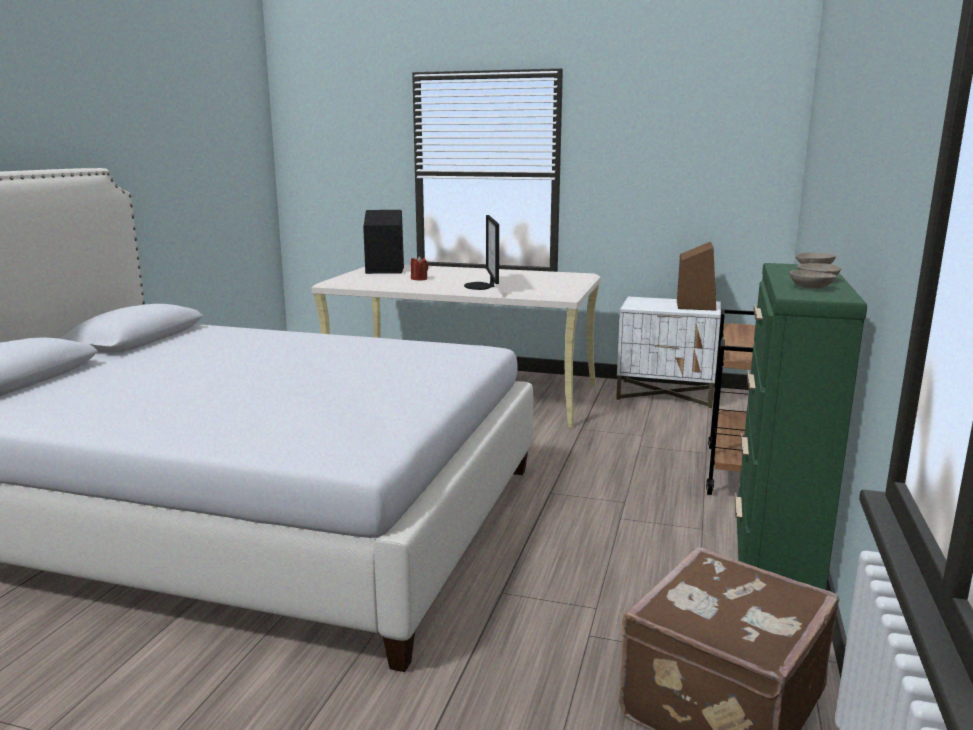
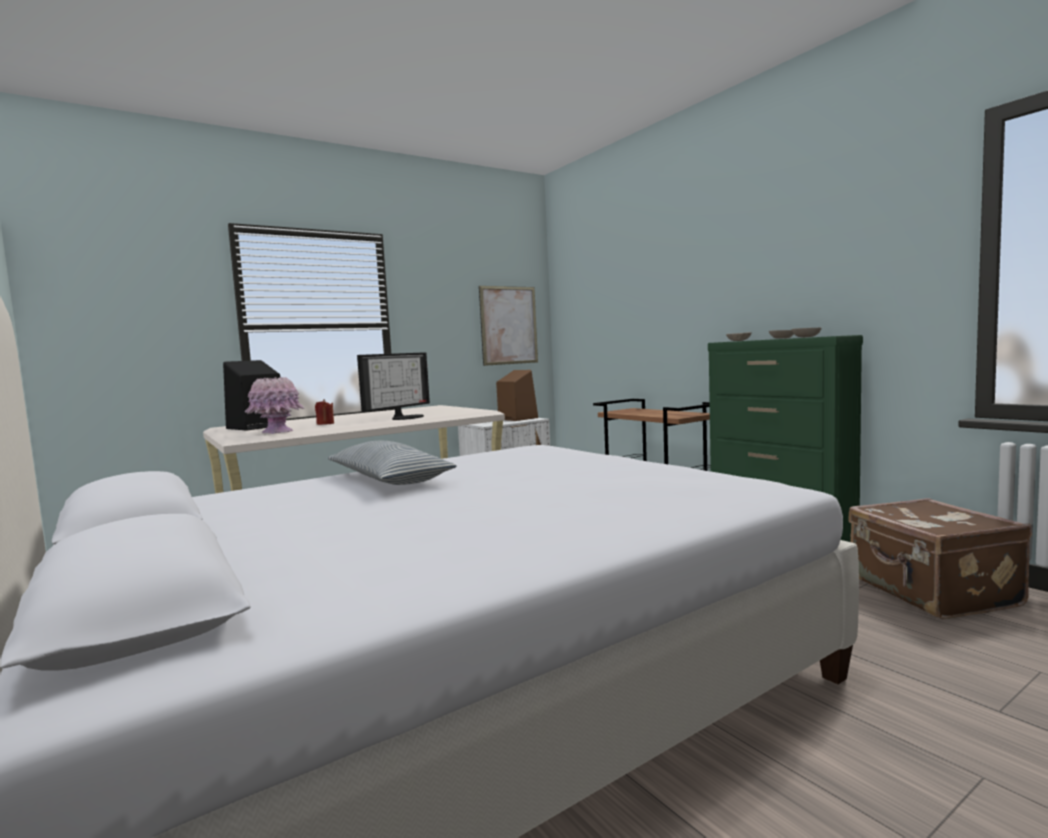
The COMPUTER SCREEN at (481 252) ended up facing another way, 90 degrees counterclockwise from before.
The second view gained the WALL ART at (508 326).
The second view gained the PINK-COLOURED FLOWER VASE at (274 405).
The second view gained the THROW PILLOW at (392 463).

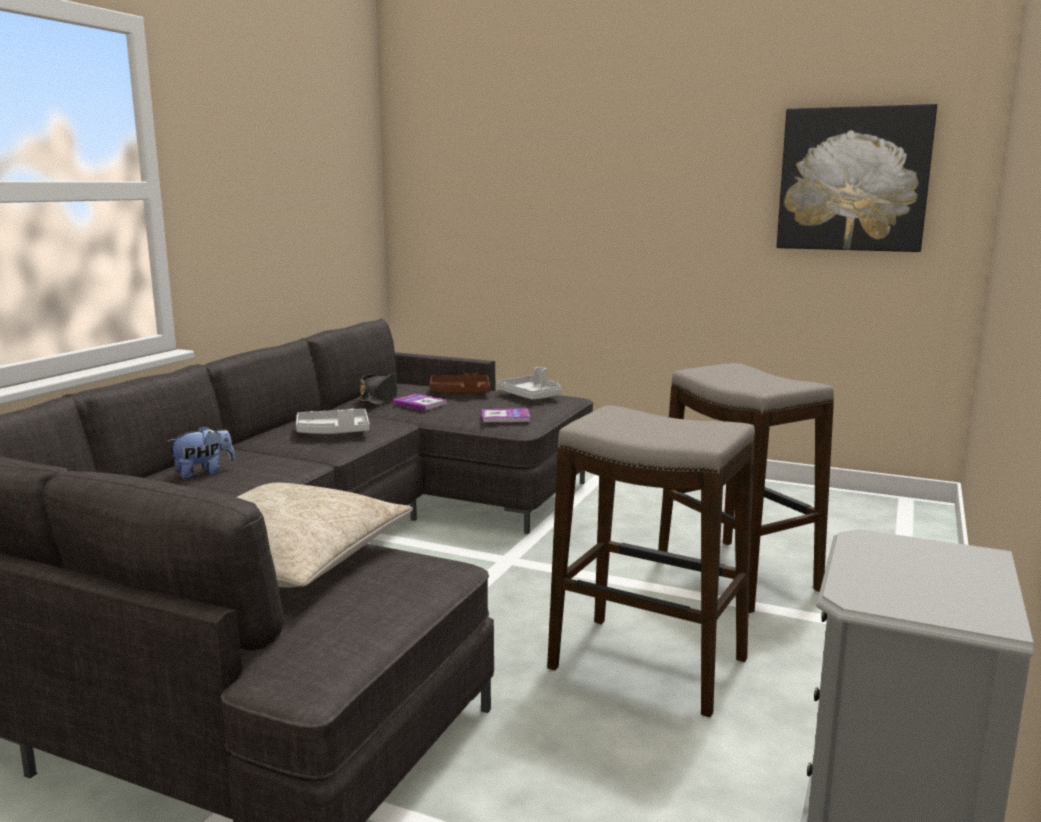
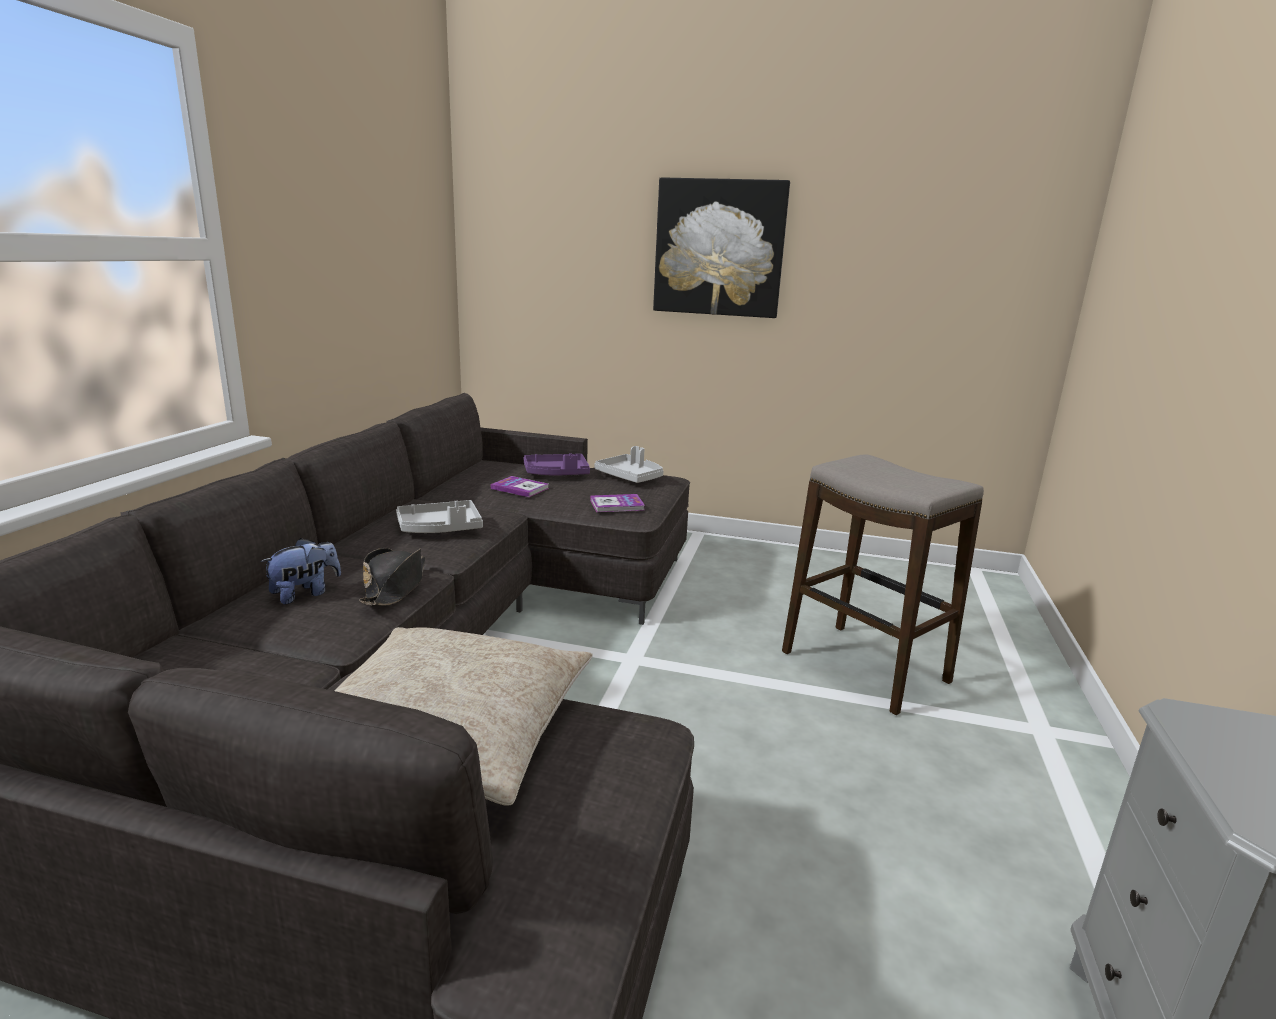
The WALL ART ended up elsewhere, having gone from (856 178) to (721 247).
The BLACK-COLOURED CLOTHING HAT ended up elsewhere, having gone from (379 388) to (392 577).
What was the BROWN SERVING TRAY at (460 383) turned into the PURPLE SERVING TRAY at (557 464).
The second view lost the STOOL at (651 561).

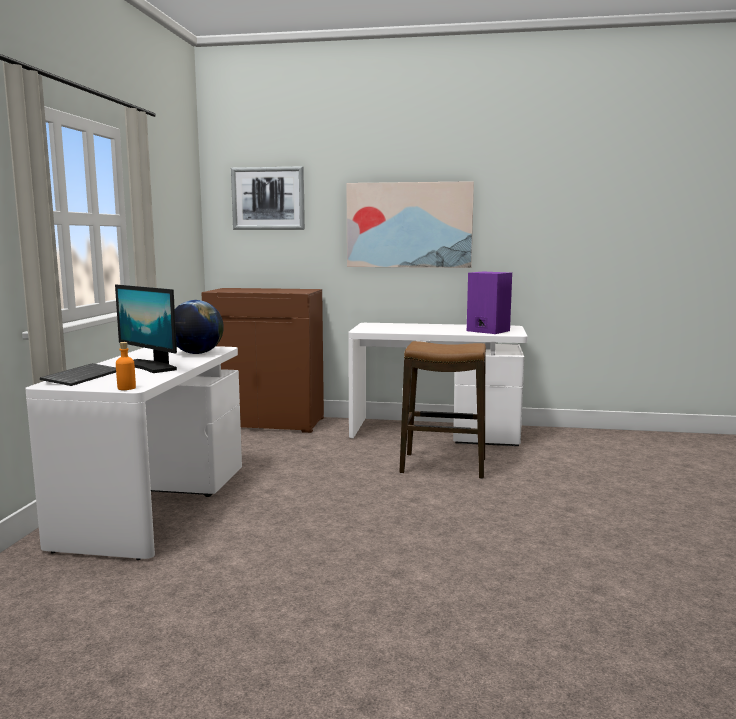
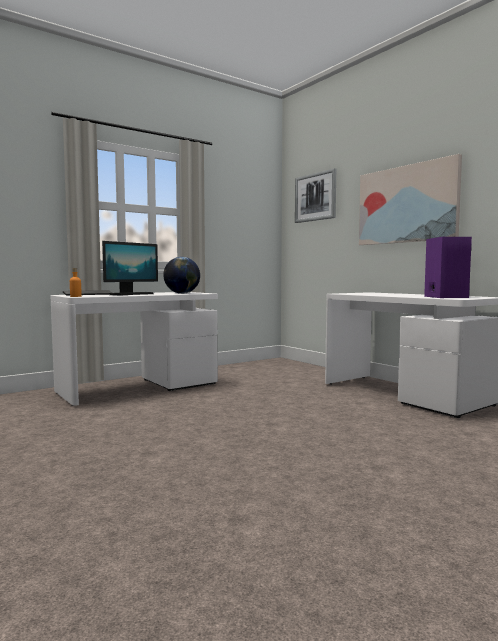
The COMPUTER SCREEN at (146 328) ended up facing another way, 135 degrees counterclockwise from before.
The second view lost the BROWN CABINET at (262 360).
The second view lost the STOOL at (442 410).

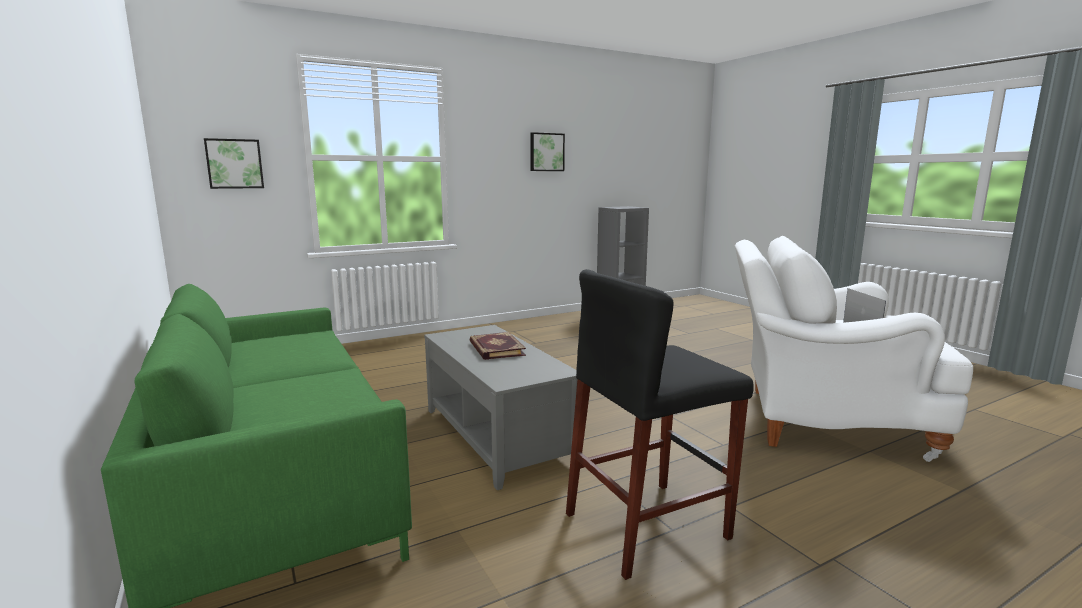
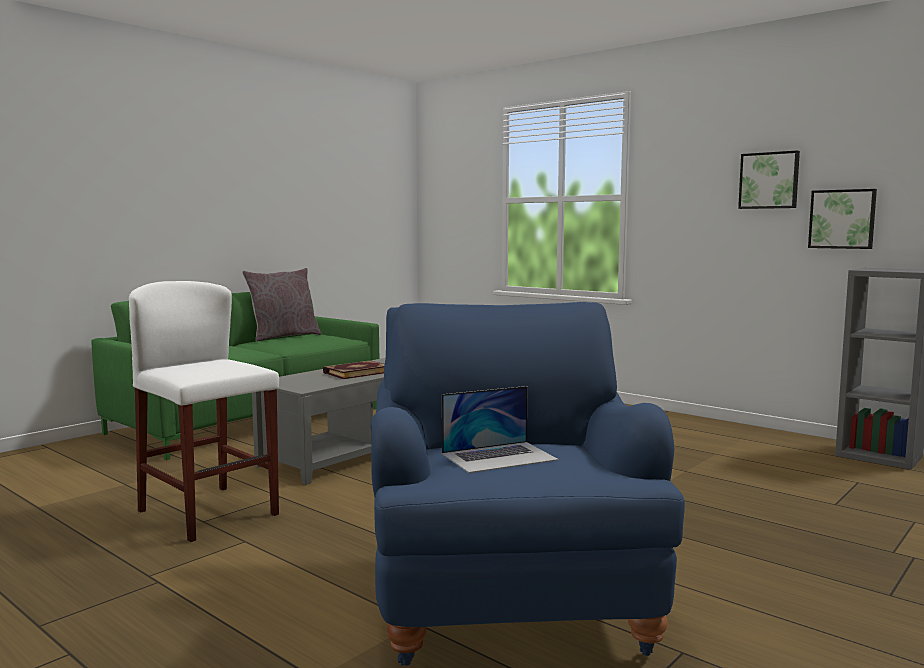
The WALL ART ended up elsewhere, having gone from (234 163) to (842 219).
What was the WHITISH LOUNGE CHAIR at (854 349) turned into the BLUISH LOUNGE CHAIR at (527 484).
What was the BLACK-COLOURED STOOL at (660 424) turned into the WHITISH STOOL at (204 411).
The second view gained the GREYISH THROW PILLOW at (281 305).

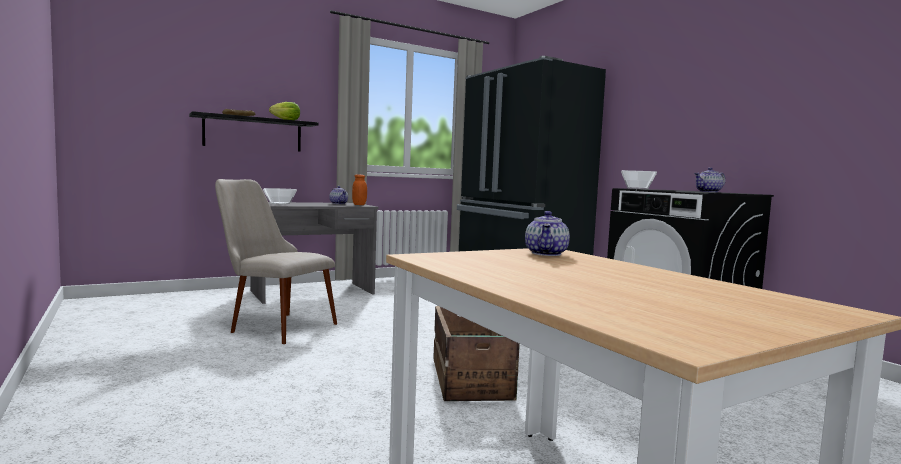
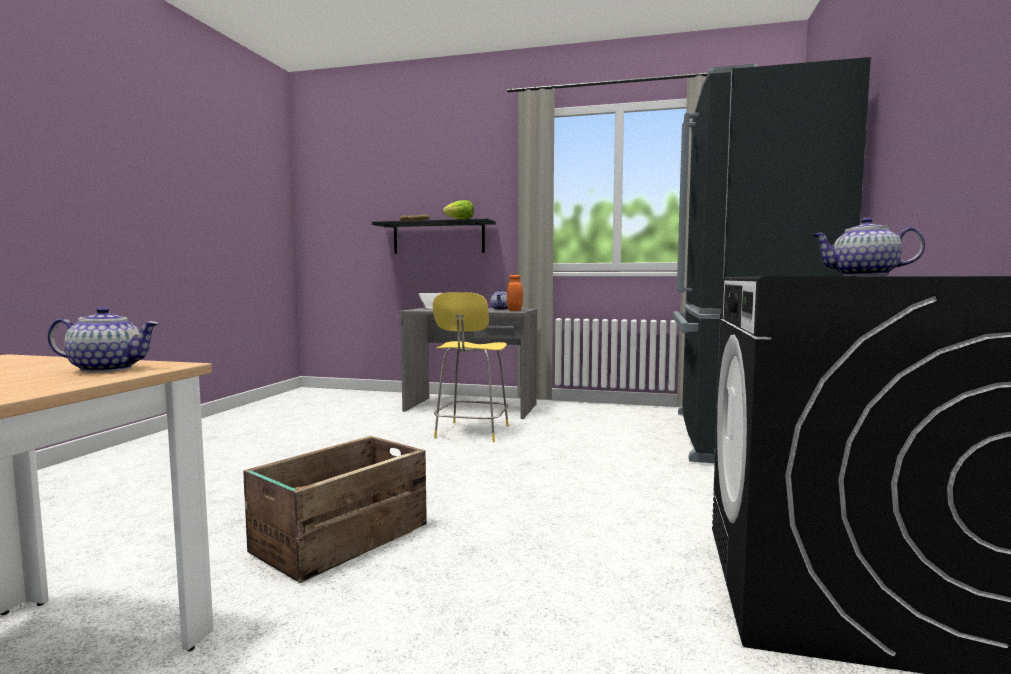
The second view lost the DEEP DISH at (639 179).
The second view lost the BEIGE-COLOURED CHAIR at (276 261).
The TEAPOT at (547 233) ended up facing another way, 150 degrees counterclockwise from before.
The second view gained the YELLOW STOOL at (471 367).

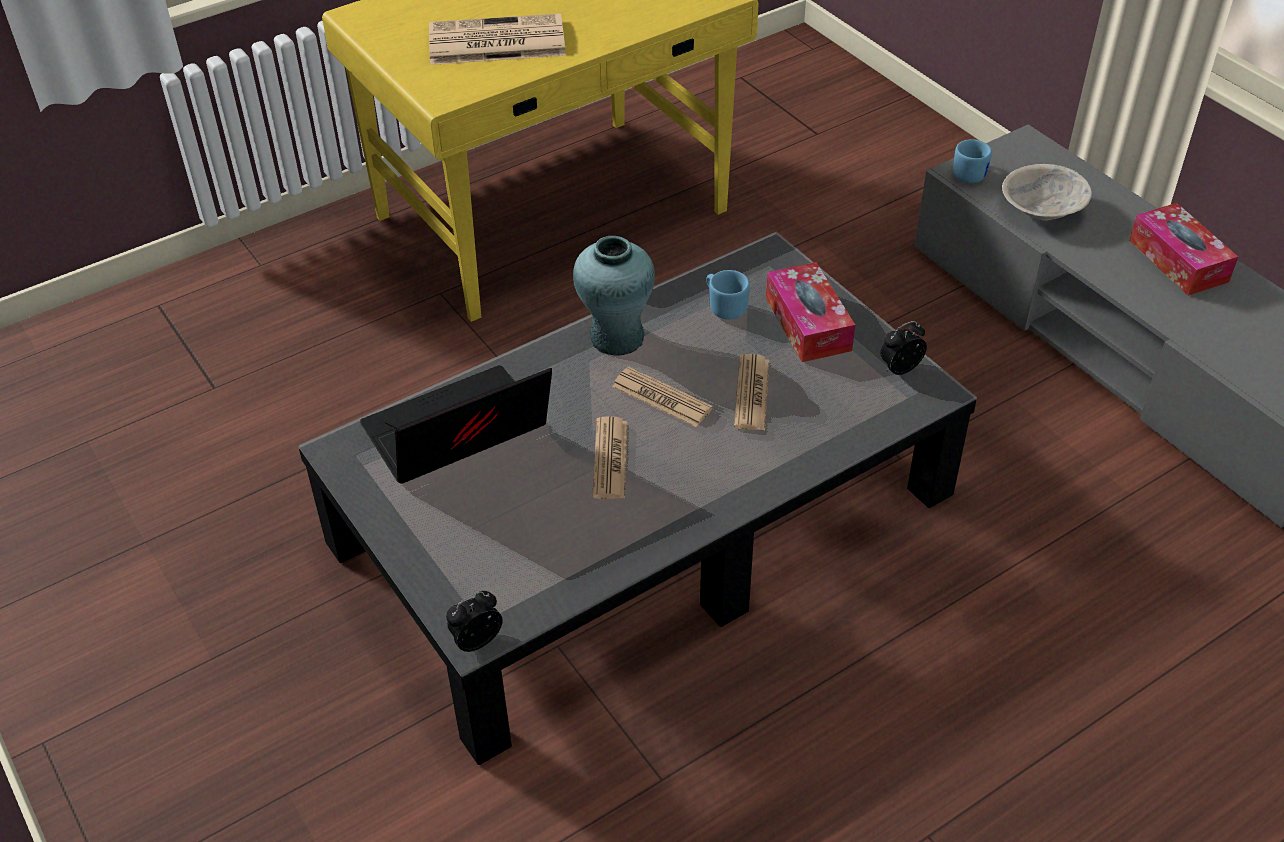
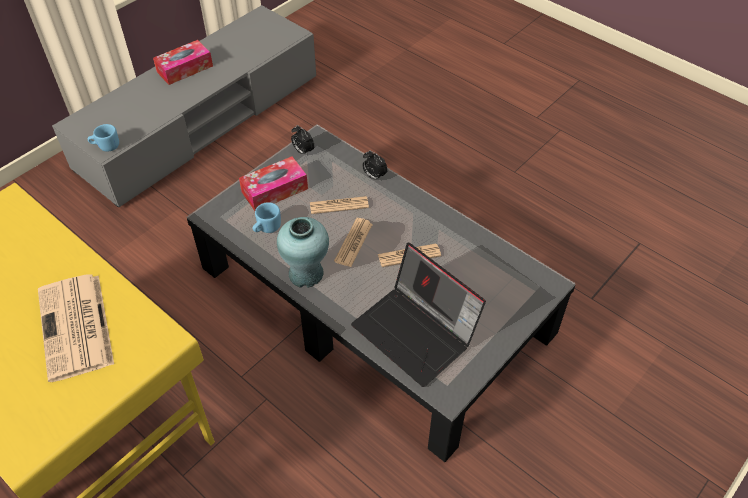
The second view lost the BEIGE-COLOURED DEEP DISH at (1047 192).
The BEDSIDE CLOCK ended up elsewhere, having gone from (474 621) to (375 165).

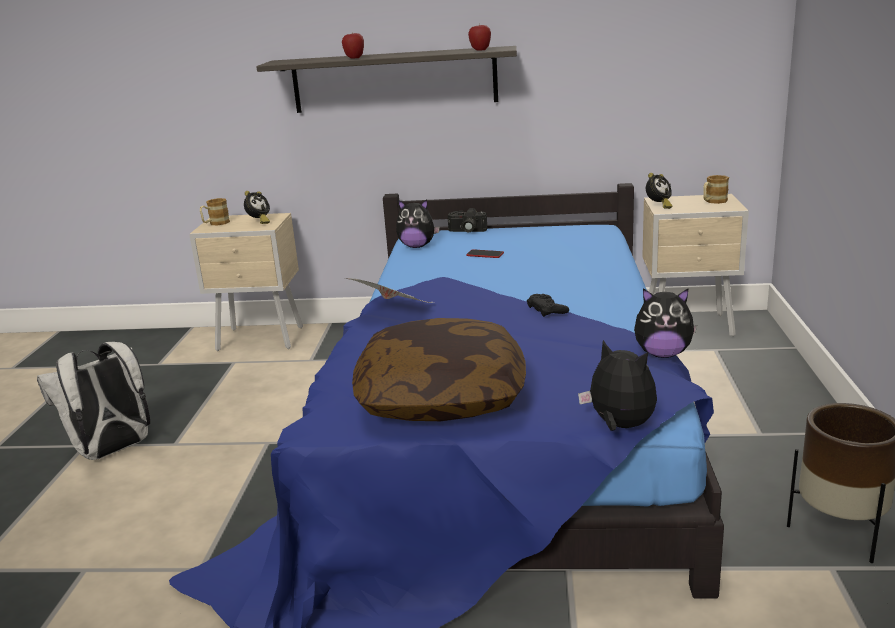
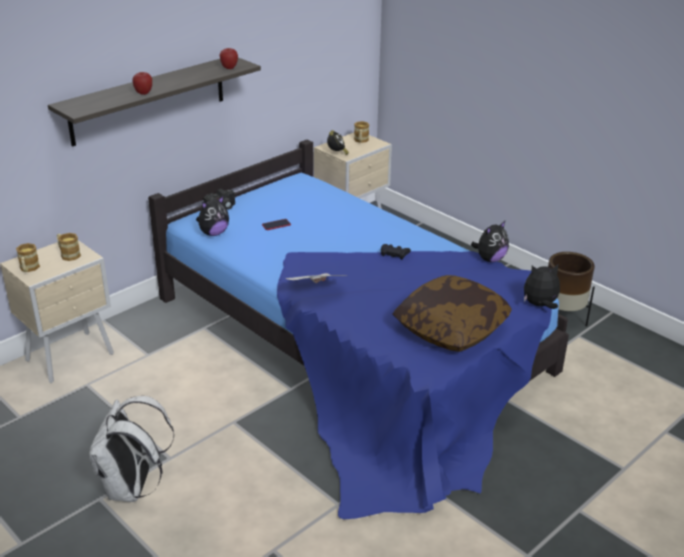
Where the BEDSIDE CLOCK stood at (257 207), the TEA MUG came to stand at (69 247).

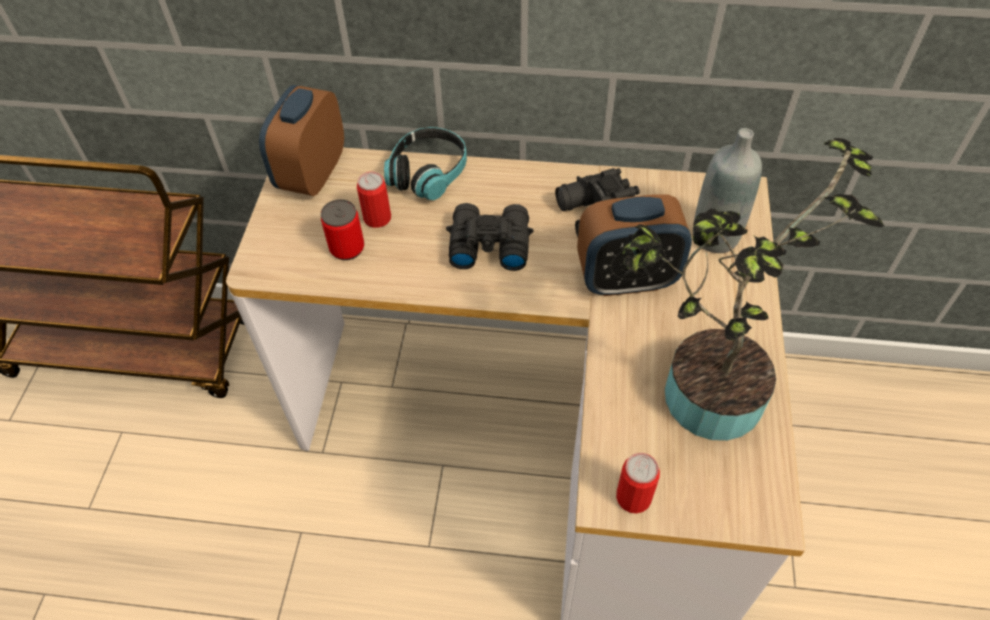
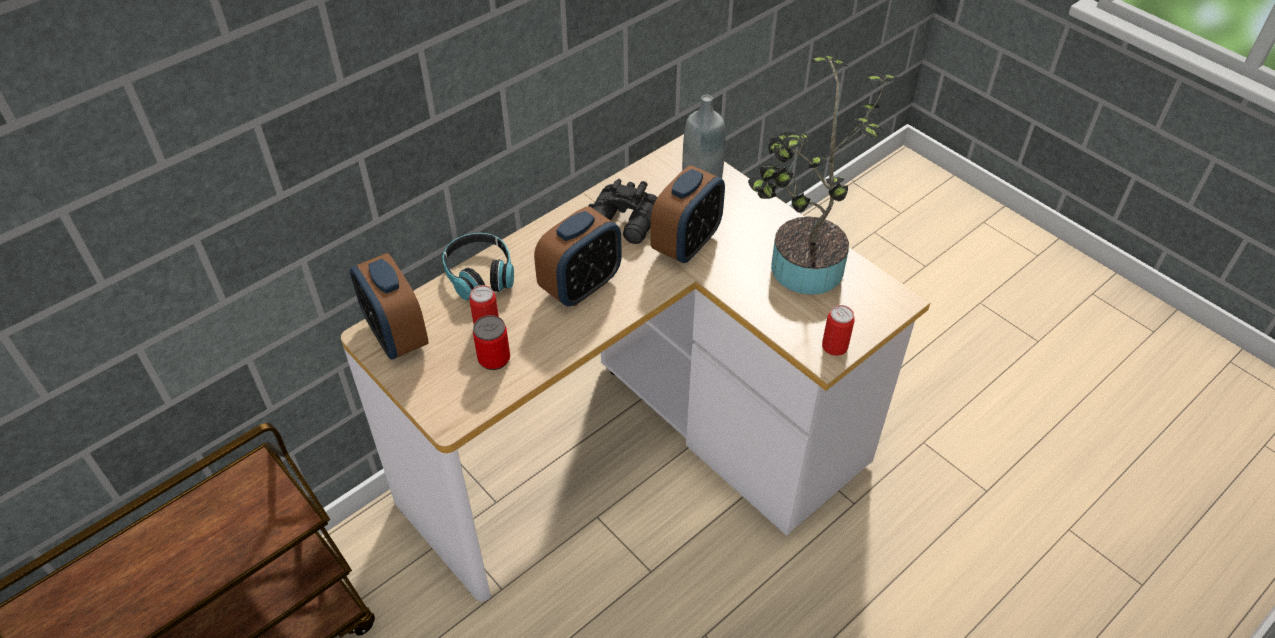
Where the BLACK-COLOURED PAIR OF BINOCULARS stood at (490 237), the BEDSIDE CLOCK came to stand at (578 256).

